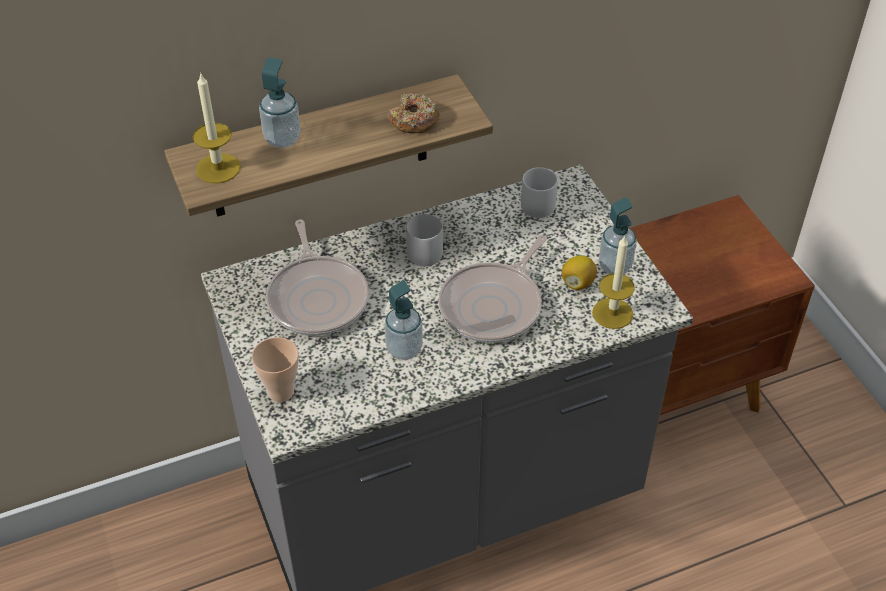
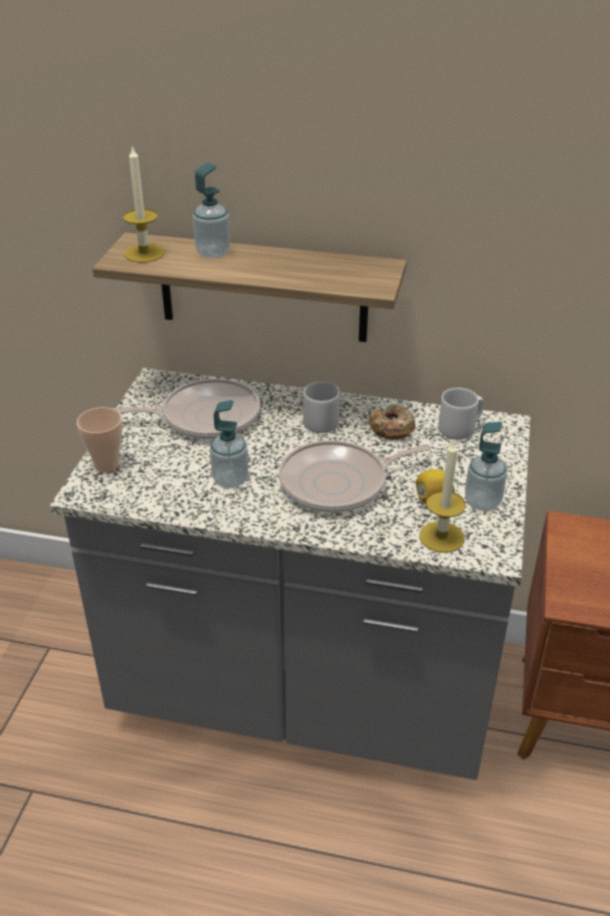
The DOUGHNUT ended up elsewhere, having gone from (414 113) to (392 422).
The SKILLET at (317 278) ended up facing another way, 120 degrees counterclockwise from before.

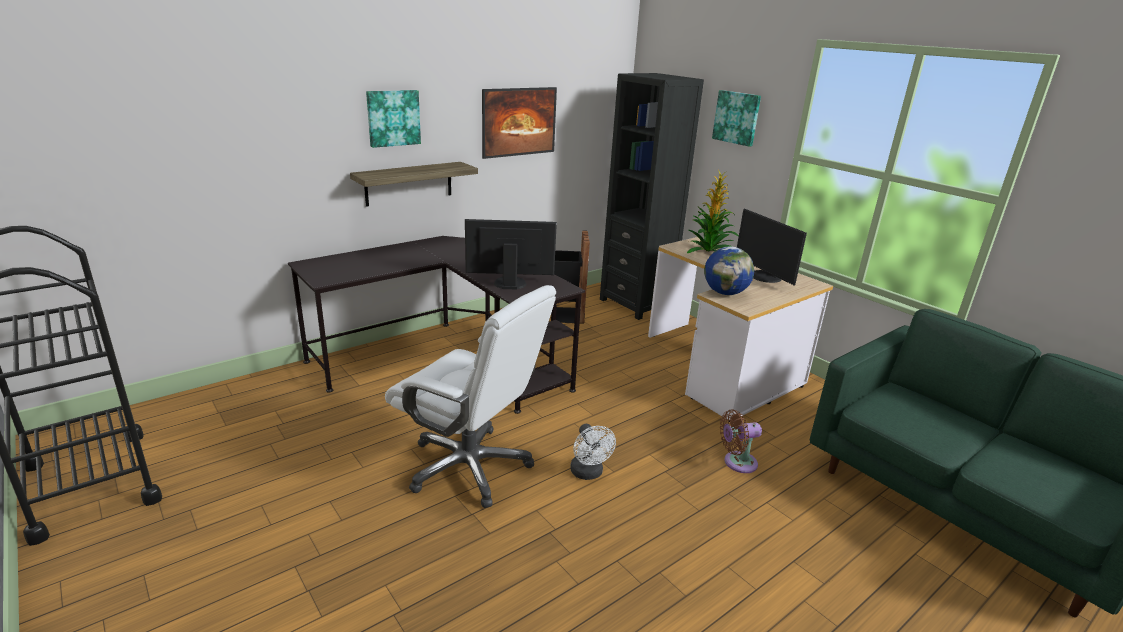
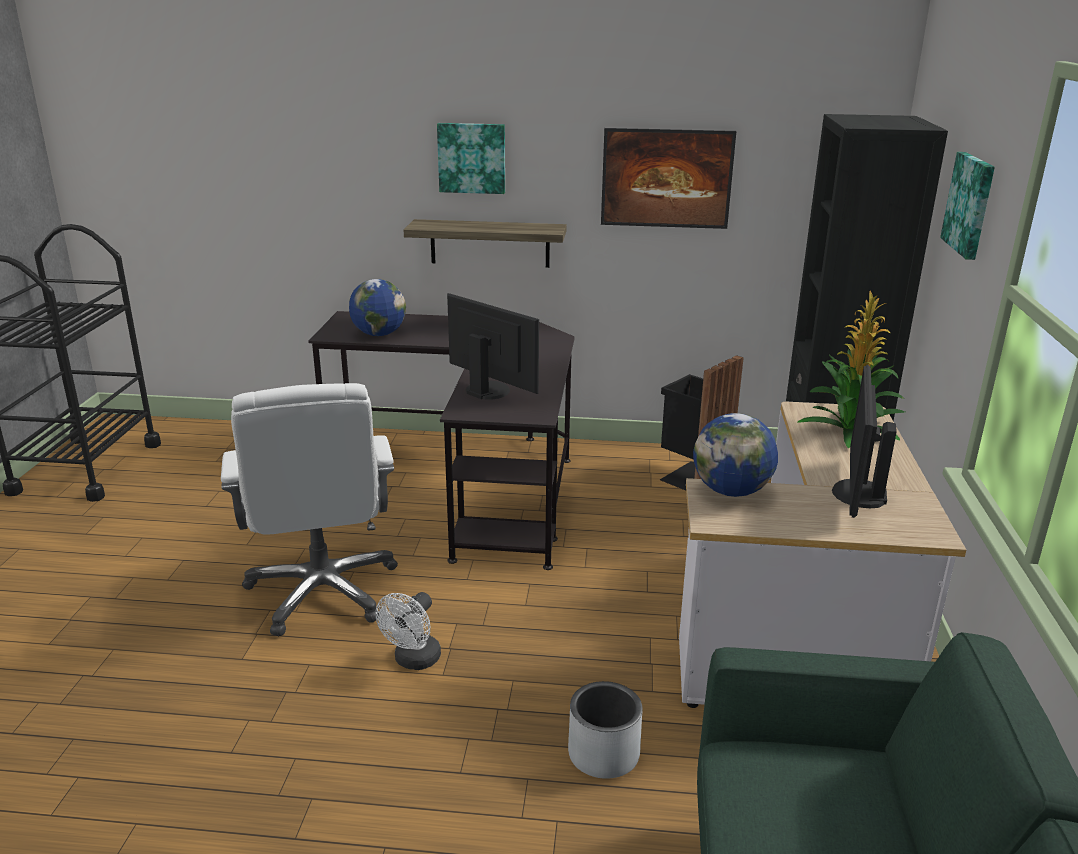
Where the BROWN ELECTRIC FAN stood at (741 441), the GREYISH PLANTER came to stand at (605 730).
The second view gained the DESK GLOBE at (377 307).

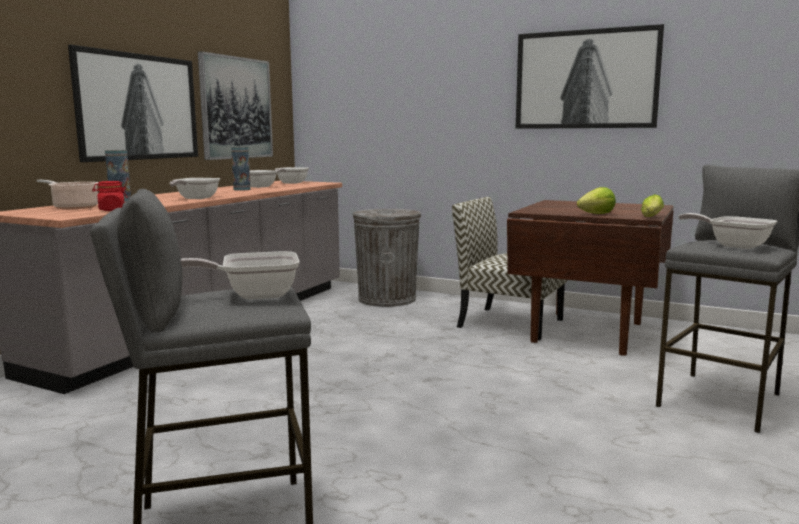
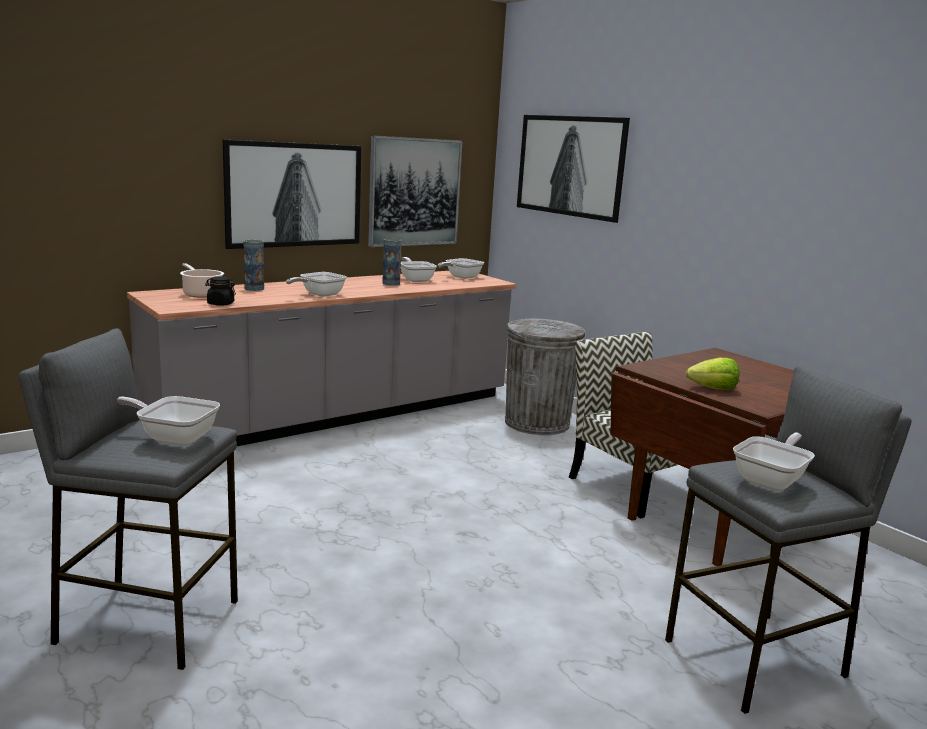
The WALL ART ended up elsewhere, having gone from (590 76) to (573 169).
What was the RED-COLOURED PRESERVE JAR at (110 196) turned into the BLACK-COLOURED PRESERVE JAR at (220 291).
The second view lost the HEAD OF LETTUCE at (652 205).
The SKILLET at (728 231) ended up facing another way, 60 degrees clockwise from before.

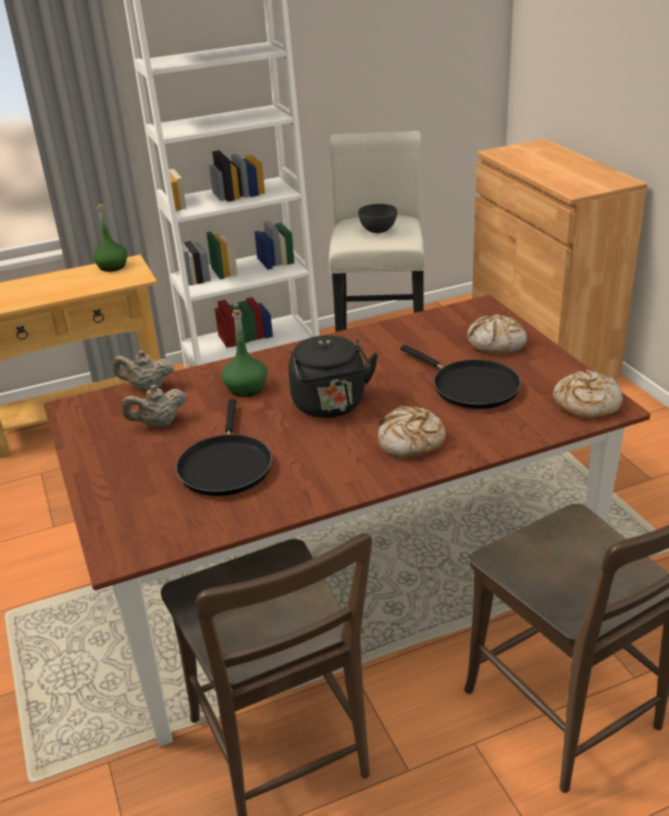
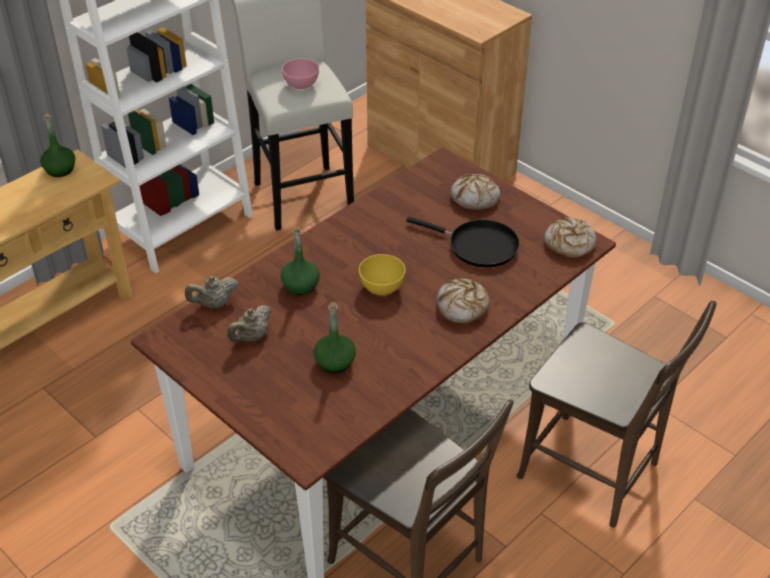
What was the GREYISH DEEP DISH at (377 218) turned into the PINK-COLOURED DEEP DISH at (300 73).
Where the BLACK-COLOURED TEA KETTLE stood at (333 376), the YELLOW DEEP DISH came to stand at (382 274).
Where the BLACK-COLOURED SKILLET stood at (224 447), the GREEN BOTTLE came to stand at (335 337).

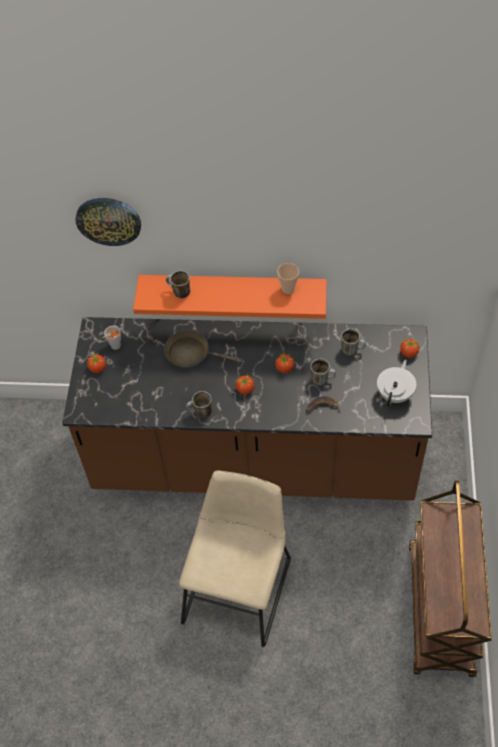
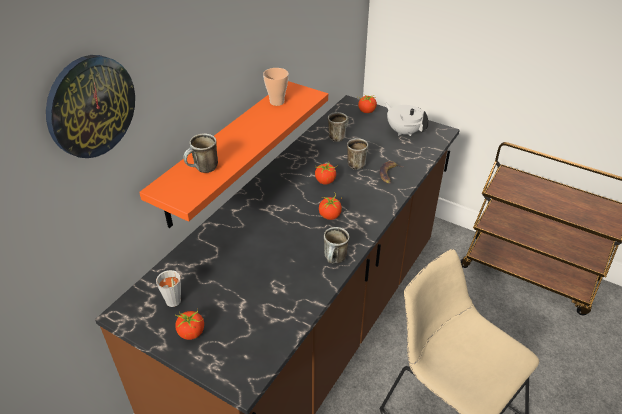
The second view lost the BROWN SKILLET at (203 349).

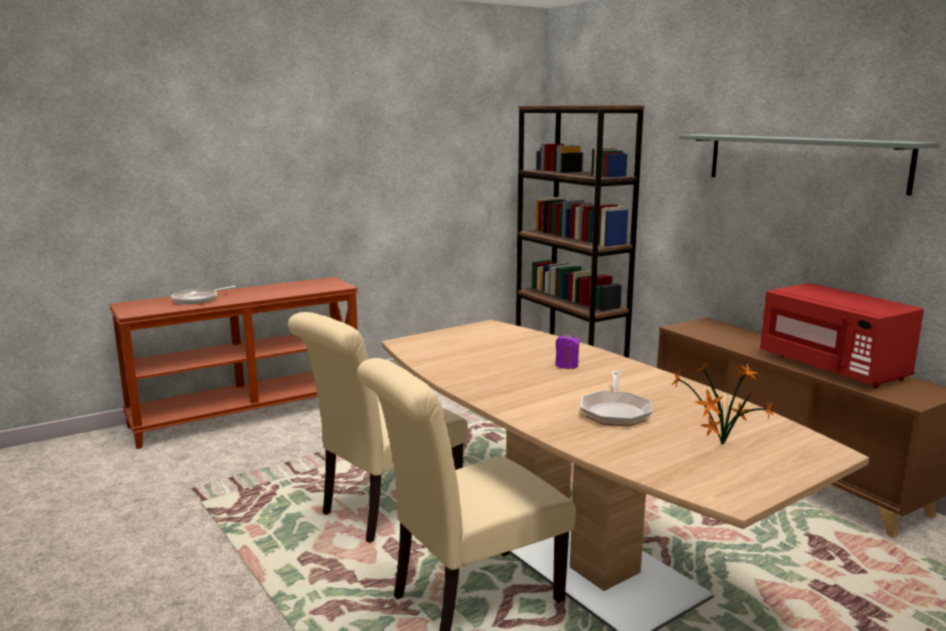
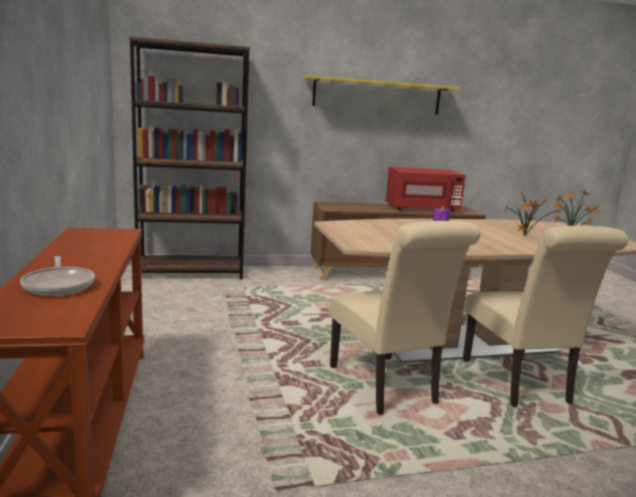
What was the GREYISH BRACKET SHELF at (809 164) turned into the YELLOW BRACKET SHELF at (382 94).
Where the SKILLET stood at (616 398), the PLANT IN A POT came to stand at (532 213).

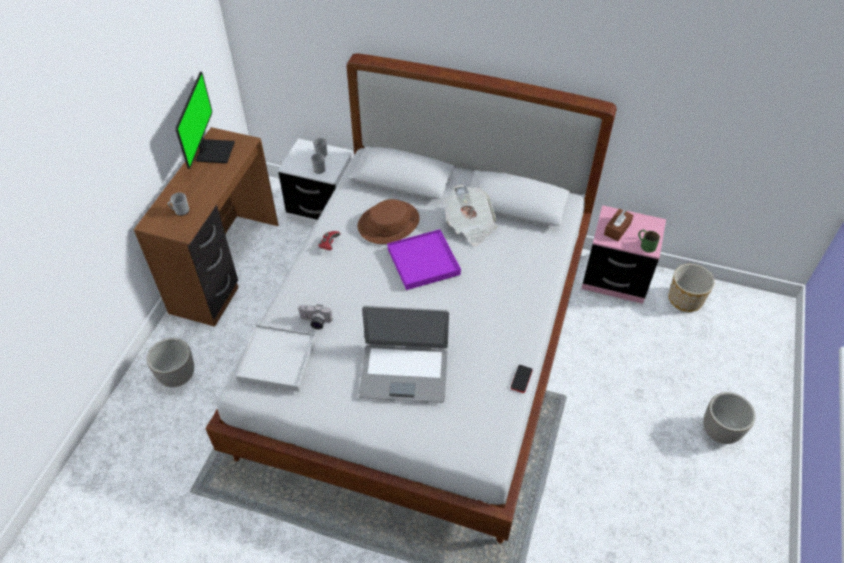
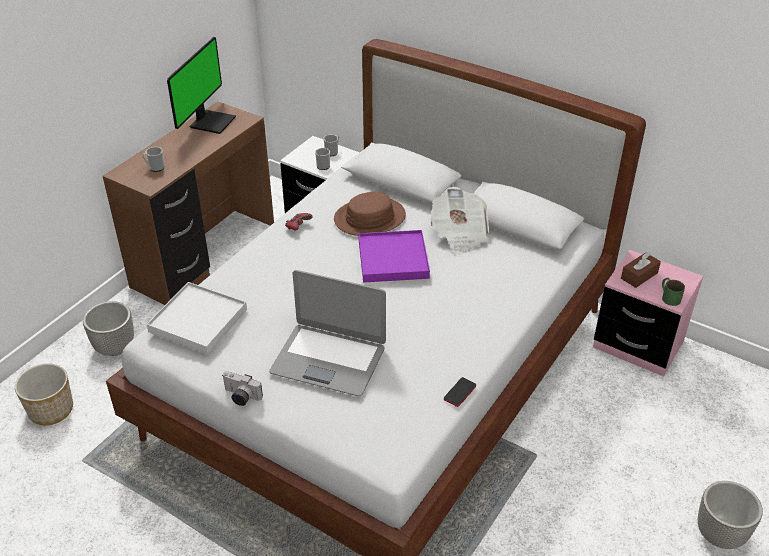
The PLANTER ended up elsewhere, having gone from (692 288) to (44 394).
The STILL CAMERA ended up elsewhere, having gone from (315 316) to (243 388).

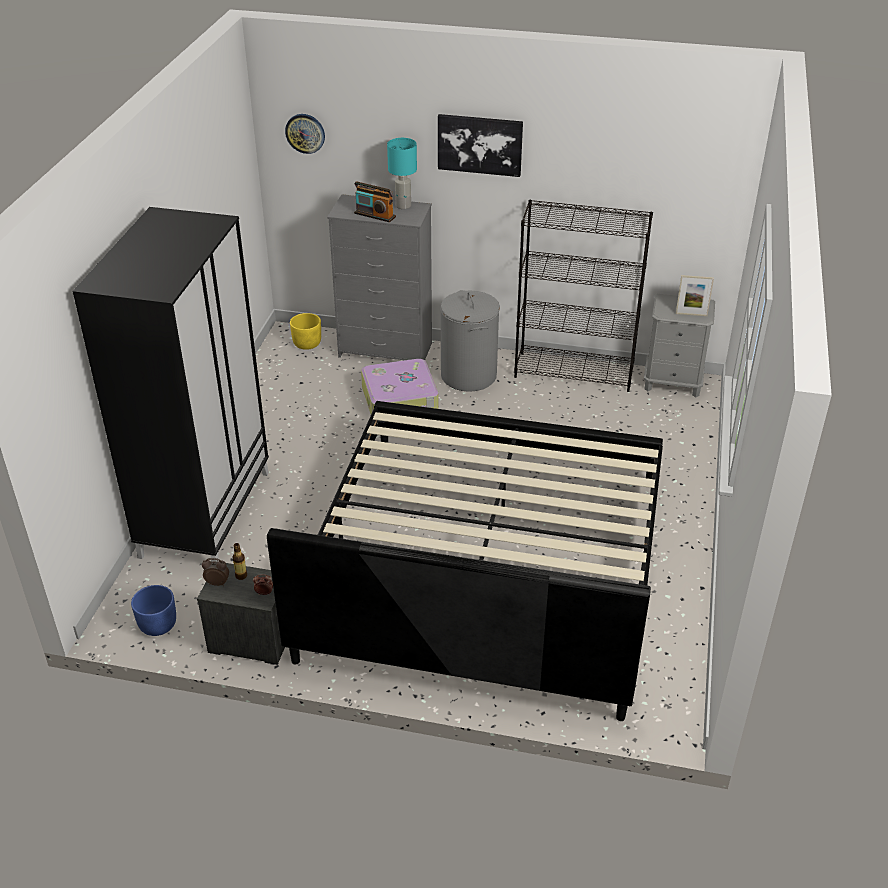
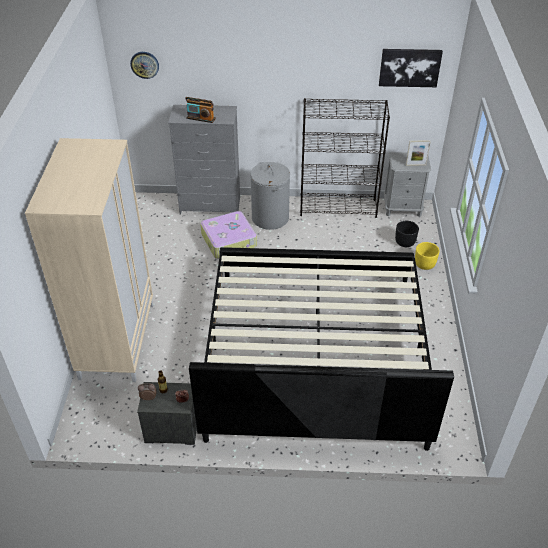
The WALL ART ended up elsewhere, having gone from (480 145) to (411 68).
The second view lost the TURQUOISE-COLOURED TABLE LAMP at (402 173).
What was the BLACK-COLOURED ARMOIRE at (170 384) turned into the BEIGE-COLOURED ARMOIRE at (89 260).
The YELLOW PLANTER ended up elsewhere, having gone from (305 331) to (427 256).
The second view lost the BLUISH PLANTER at (153 610).
The second view gained the BLACK-COLOURED PLANTER at (407 234).

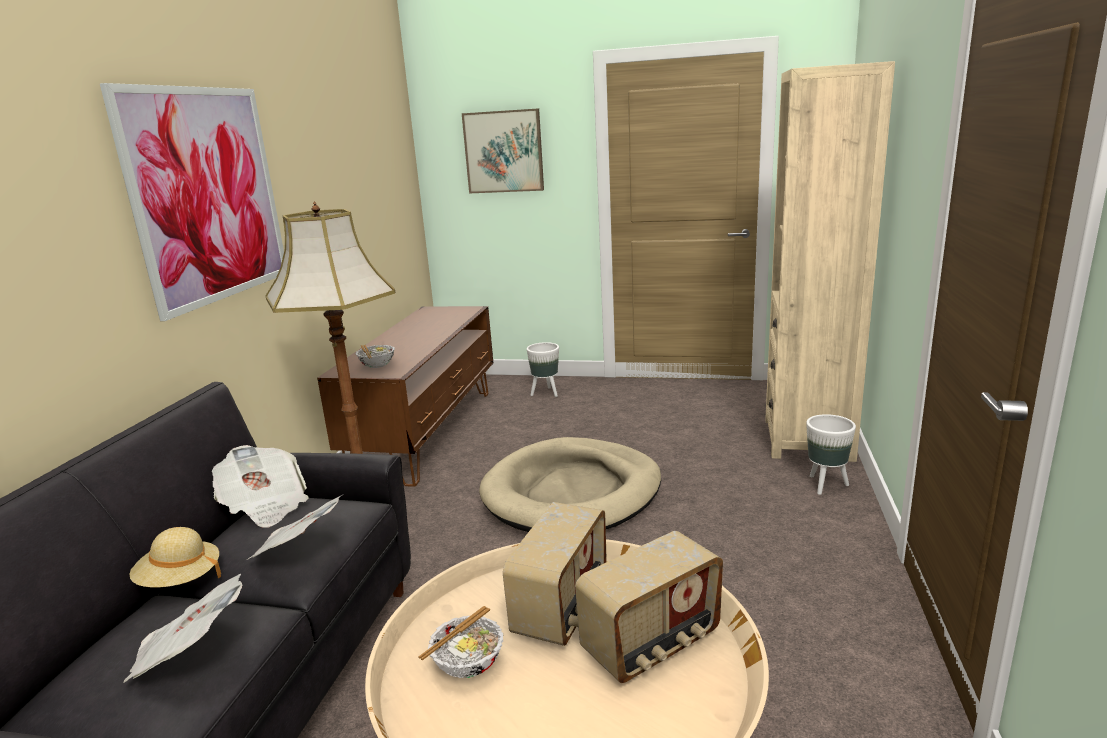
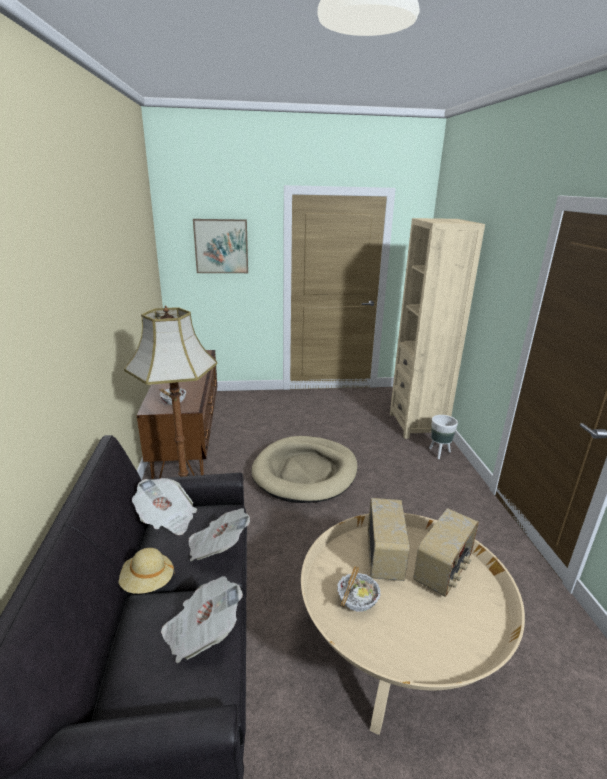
The second view lost the WALL ART at (192 202).
The second view lost the WHITISH PLANTER at (543 369).

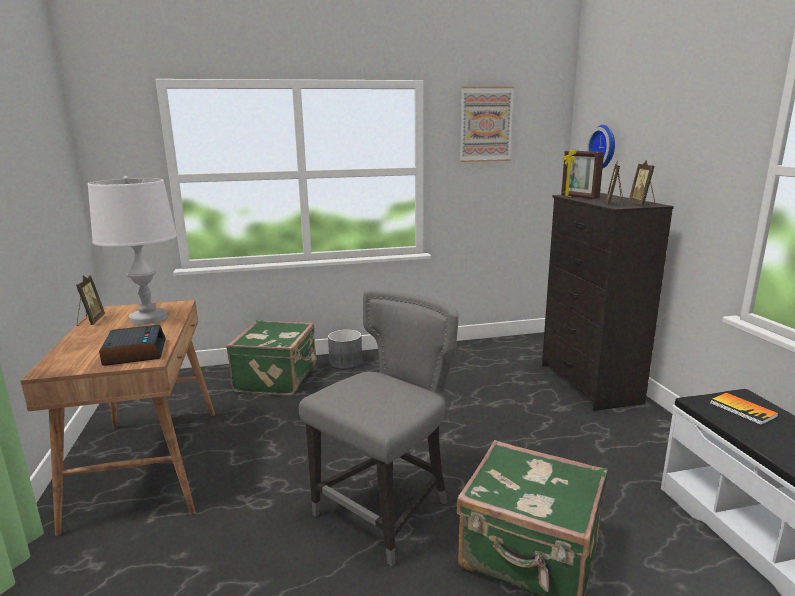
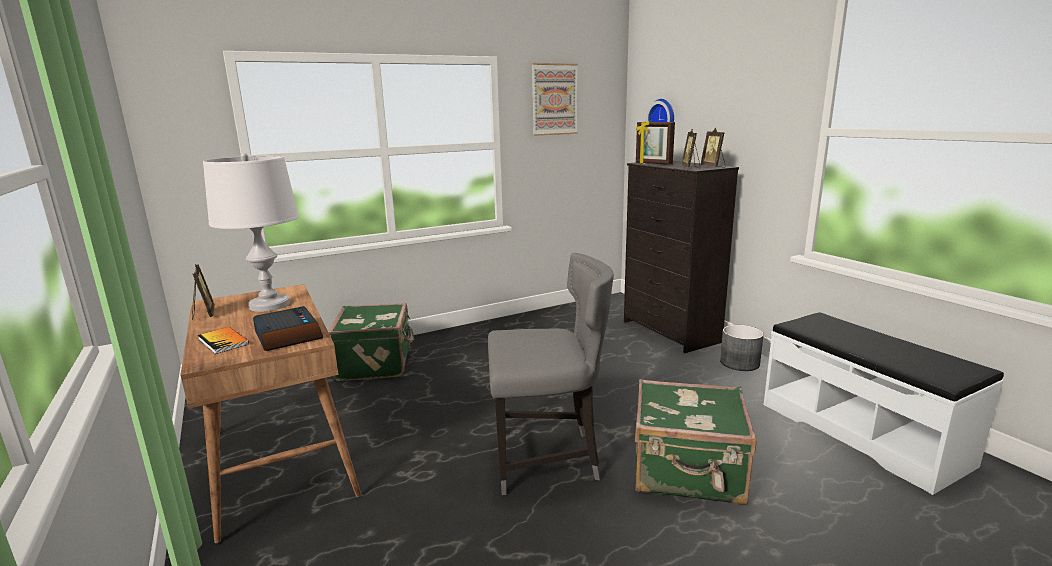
The GREYISH CHAIR at (379 428) ended up facing another way, 60 degrees clockwise from before.
The GREYISH PLANTER ended up elsewhere, having gone from (345 349) to (742 348).
The VOLUME ended up elsewhere, having gone from (744 409) to (223 340).

